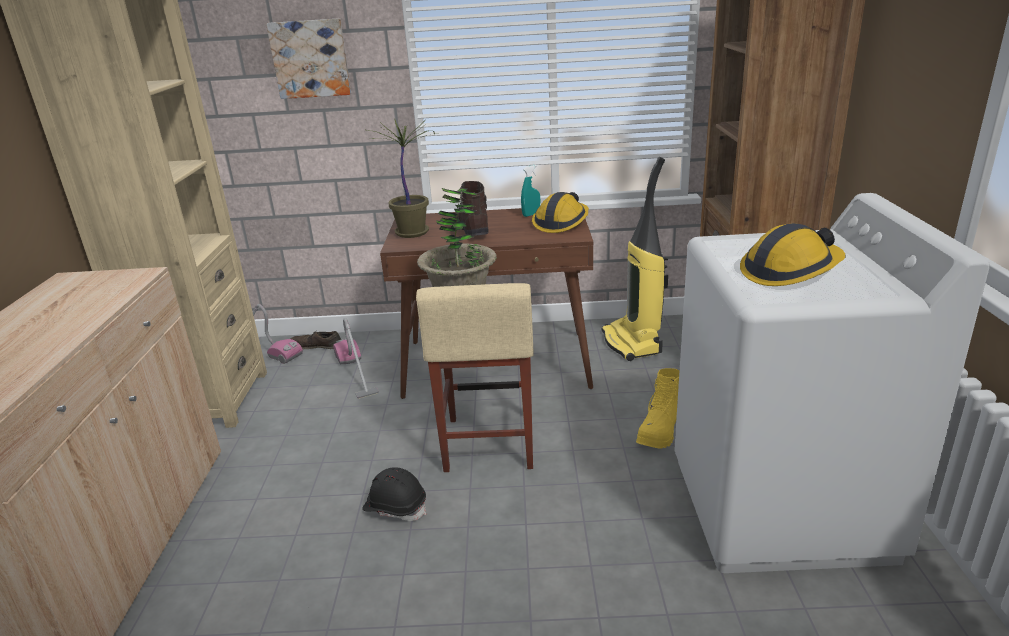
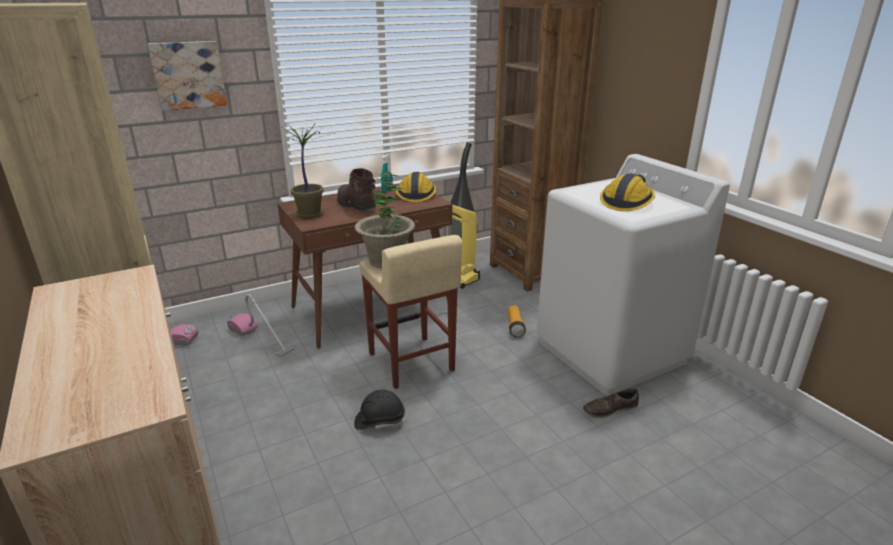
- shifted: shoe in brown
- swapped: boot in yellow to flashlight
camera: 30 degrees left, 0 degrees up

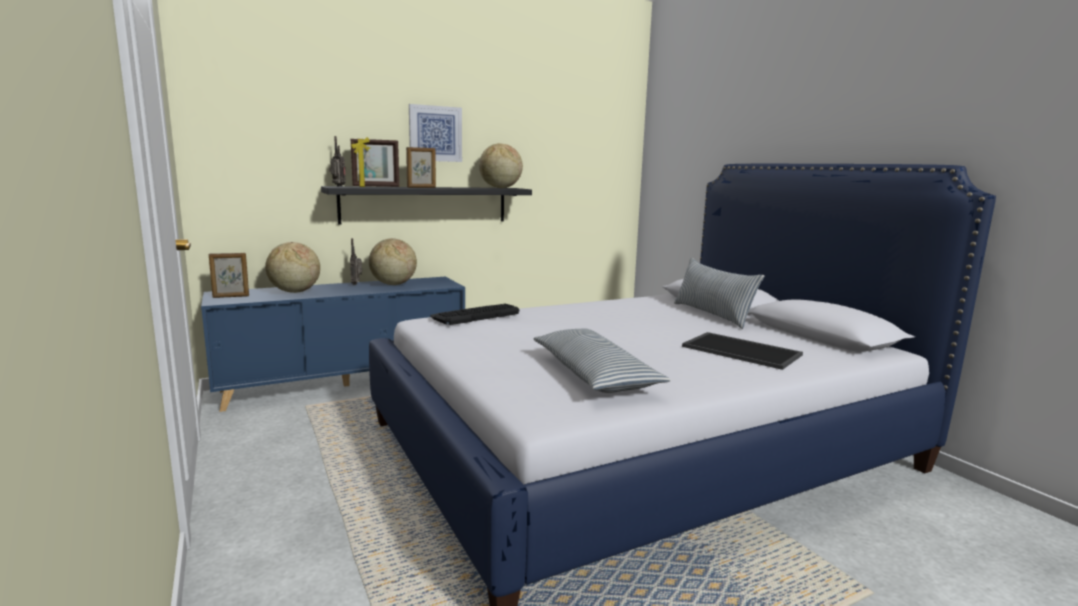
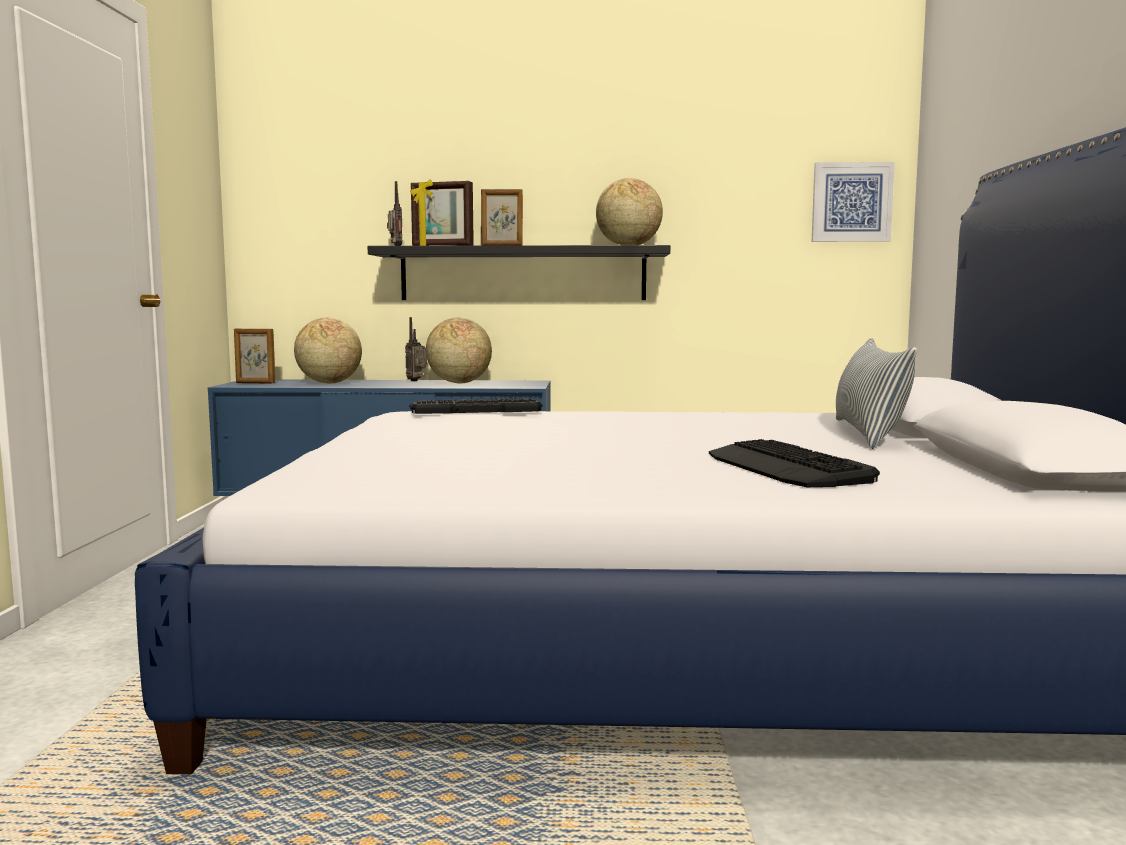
- shifted: picture
- gone: pillow (no. 1 from left)
- swapped: tray to keyboard (no. 2 from left)
camera: 30 degrees right, 5 degrees down

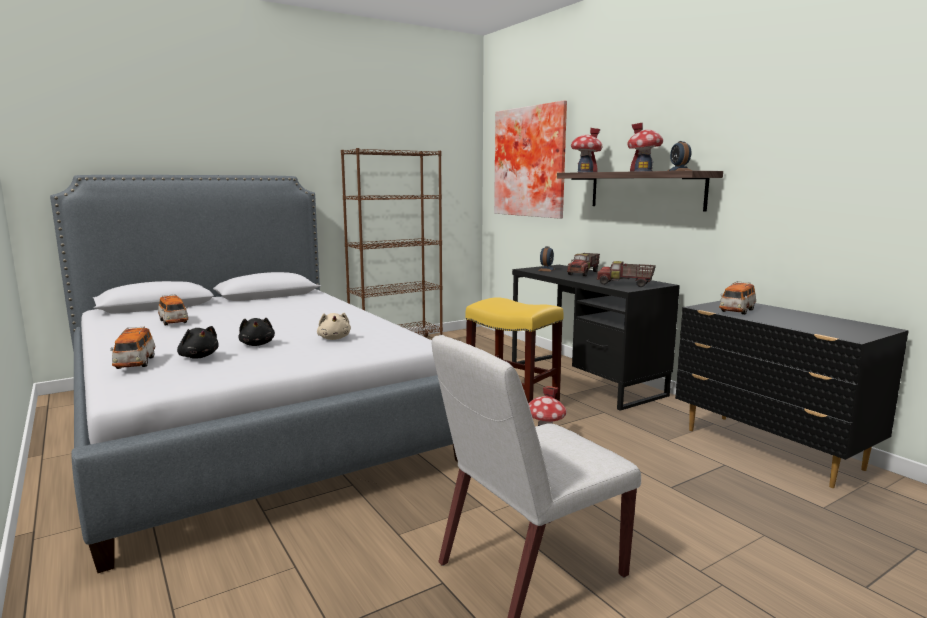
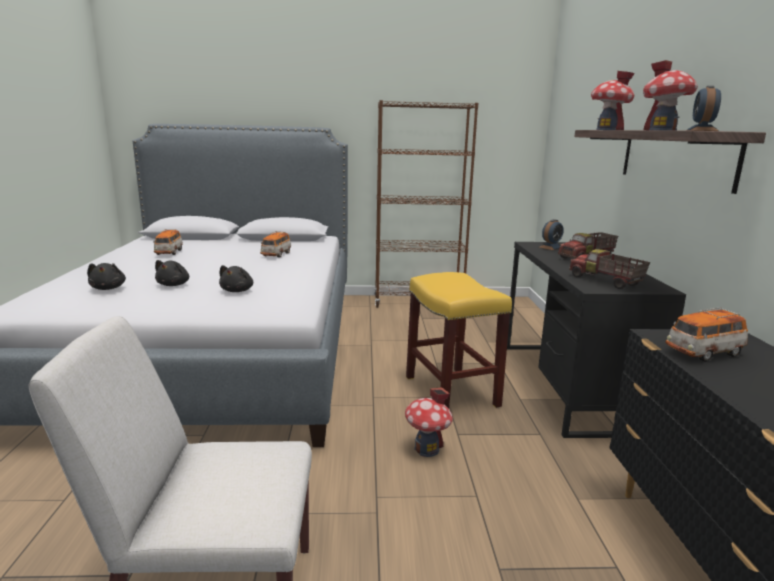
- gone: picture
- repainted: plush toy in beige to plush toy in black (no. 3 from left)
- shifted: toy car (no. 1 from left in the first image) to toy car (no. 2 from left)
camera: 30 degrees right, 5 degrees up

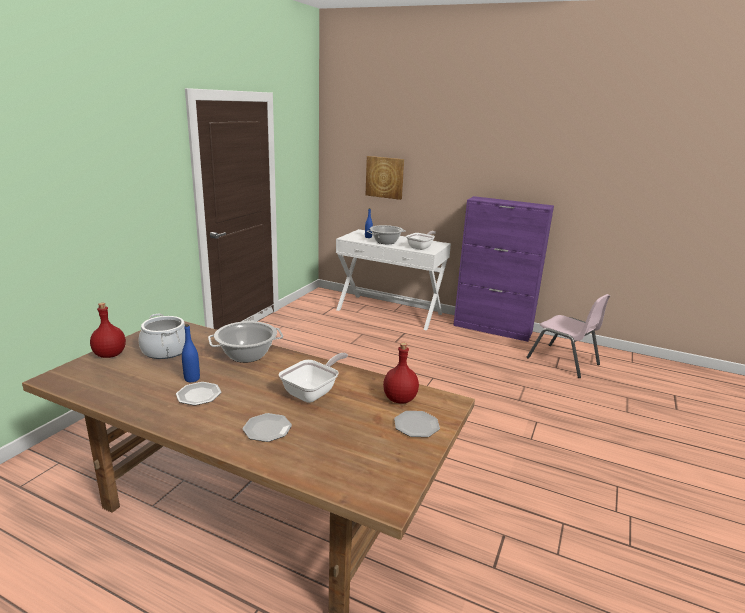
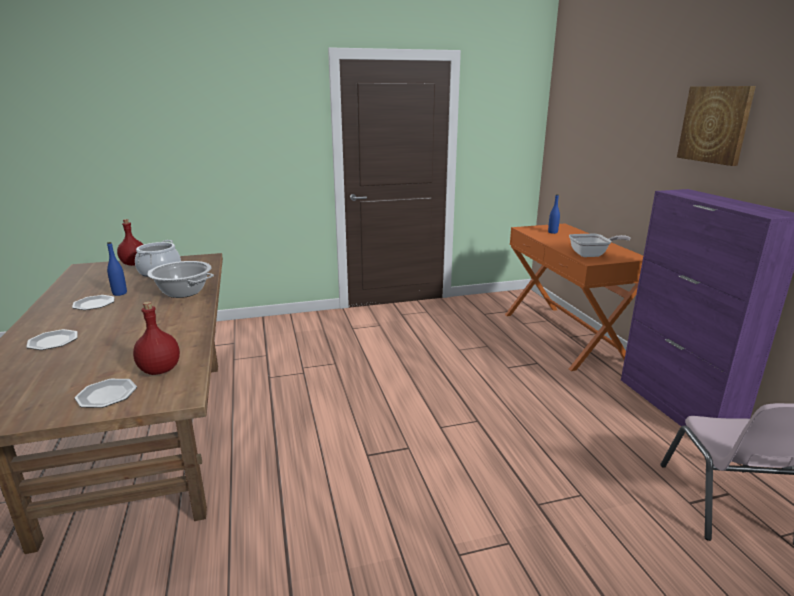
- shifted: picture
- gone: cooking pot (no. 3 from left)
- repainted: console table in white to console table in orange
- gone: frying pan (no. 1 from left)
camera: 50 degrees right, 0 degrees up

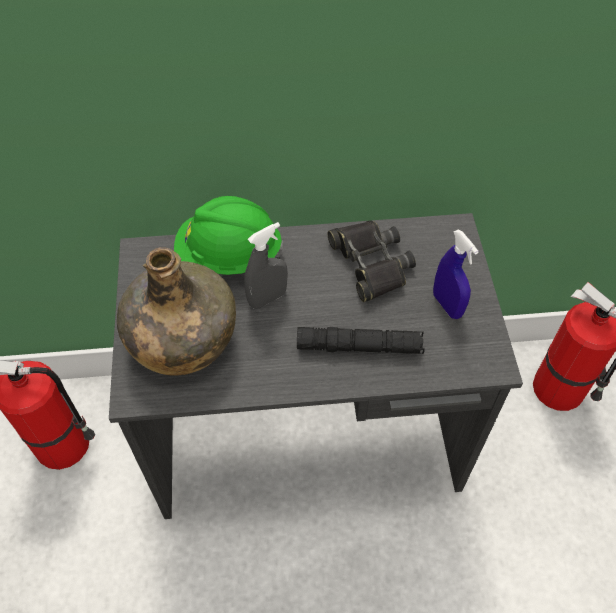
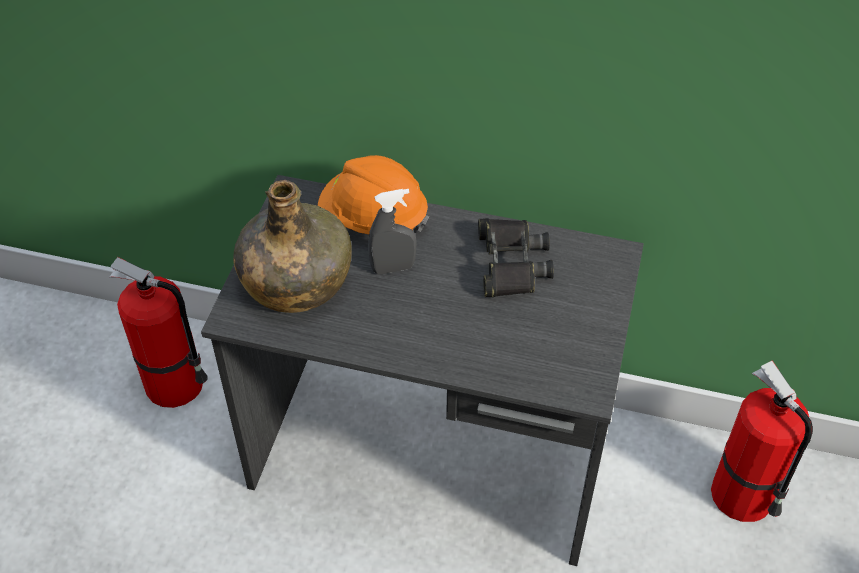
- repainted: hard hat in green to hard hat in orange
- gone: spray bottle in blue
- gone: flashlight in black
camera: 20 degrees right, 5 degrees down

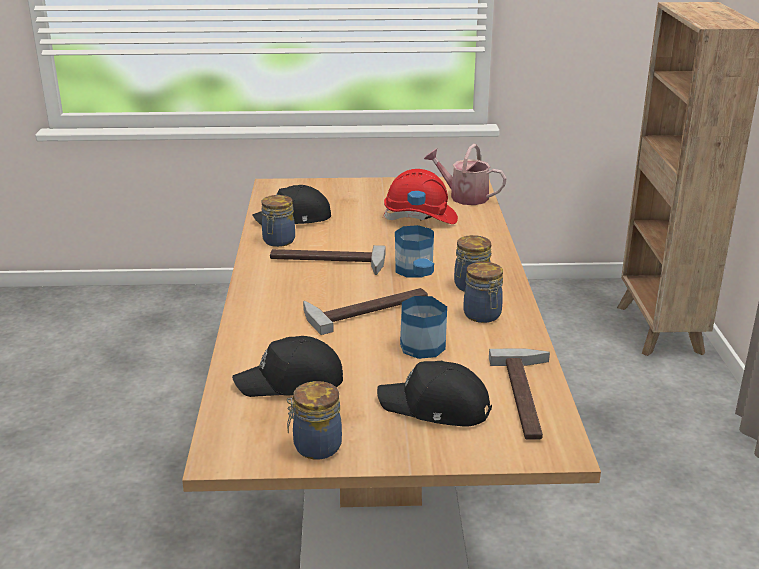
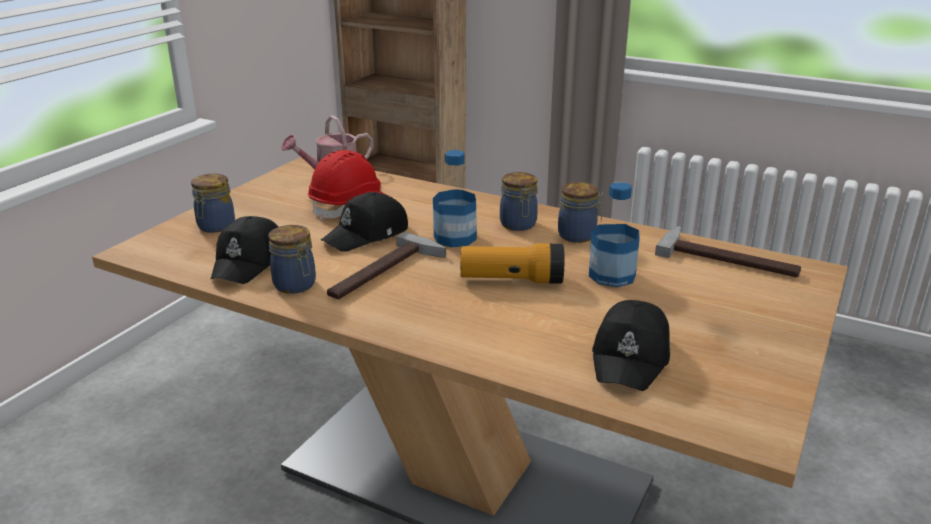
- swapped: hammer (no. 2 from left) to flashlight
- shifted: cap in black (no. 3 from left in the first image) to cap in black (no. 2 from left)
- shifted: jar (no. 2 from left in the first image) to jar (no. 1 from left)
camera: 60 degrees left, 0 degrees up

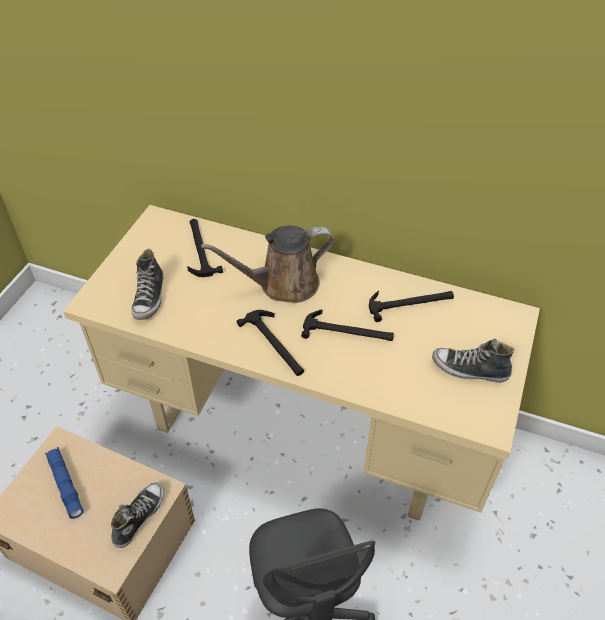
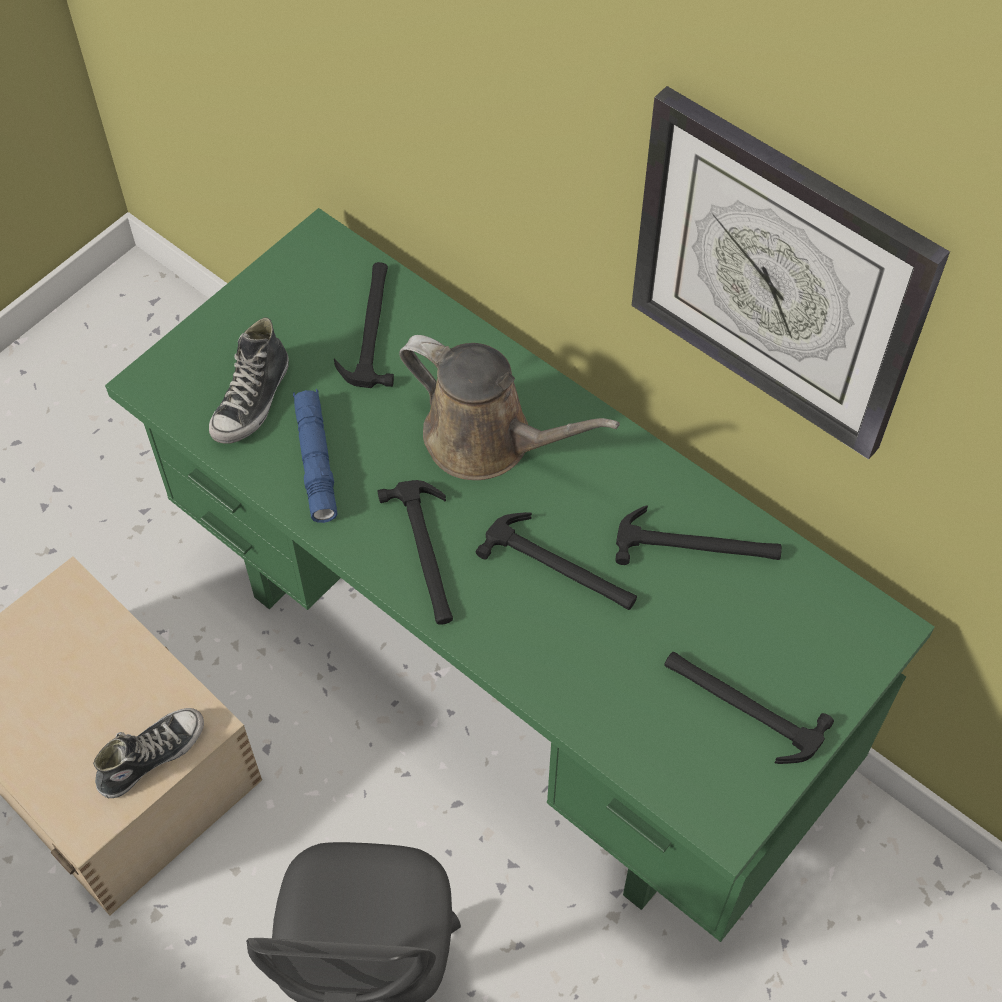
- repainted: desk in beige to desk in green
- rotated: watering can in brown 150 degrees counterclockwise
- swapped: shoe (no. 3 from left) to hammer (no. 5 from left)
- shifted: flashlight in blue
- new: wall clock
camera: 20 degrees right, 10 degrees up

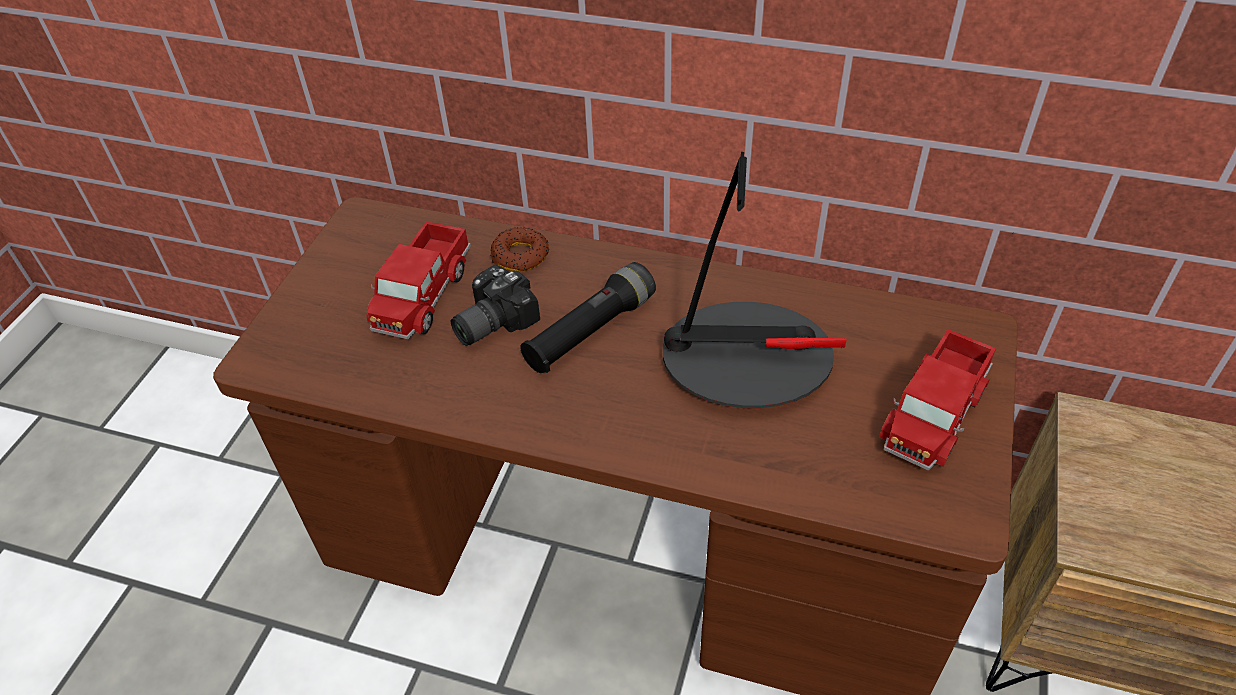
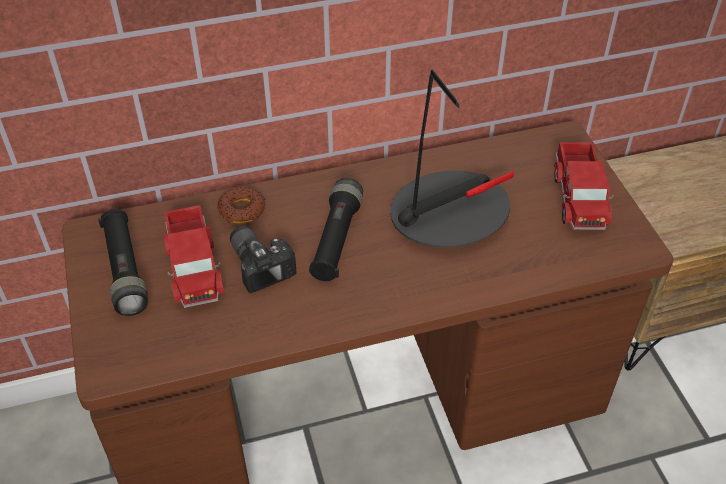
- rotated: photo camera 135 degrees clockwise
- new: flashlight in black (no. 1 from left)
camera: 35 degrees left, 0 degrees up

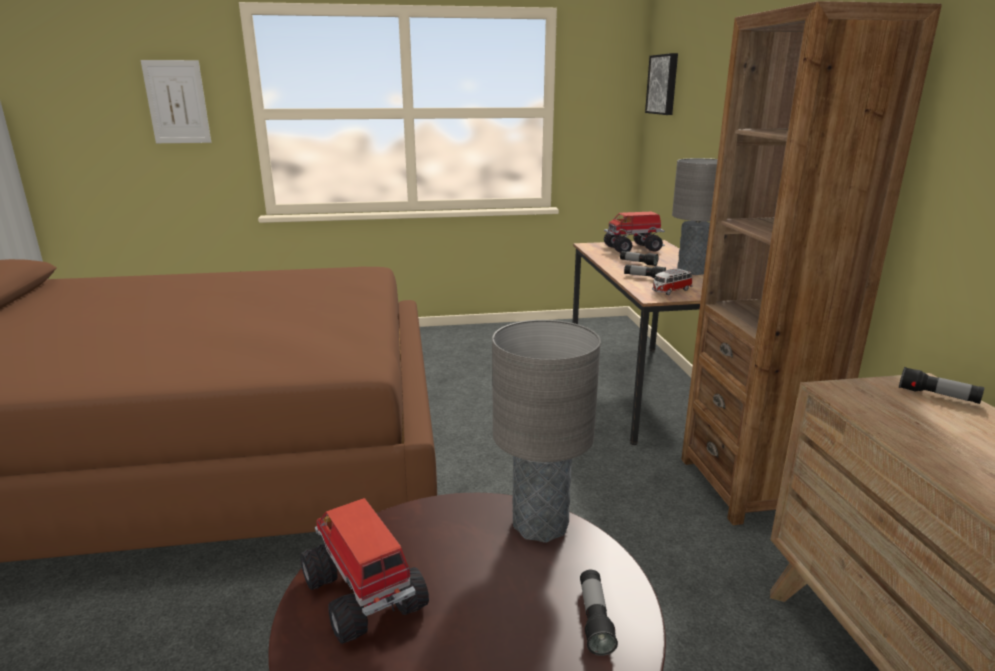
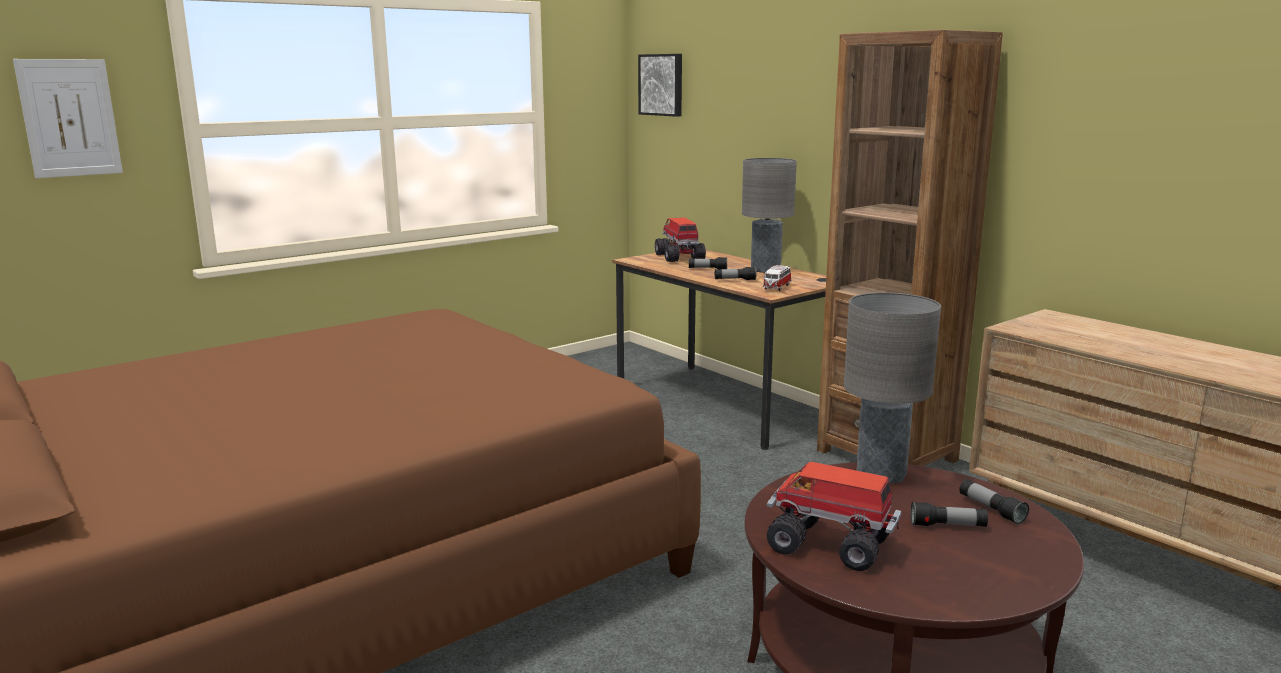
- rotated: toy truck (no. 2 from left in the first image) 120 degrees clockwise
- shifted: flashlight (no. 4 from left in the first image) to flashlight (no. 3 from left)
camera: 30 degrees left, 5 degrees down

